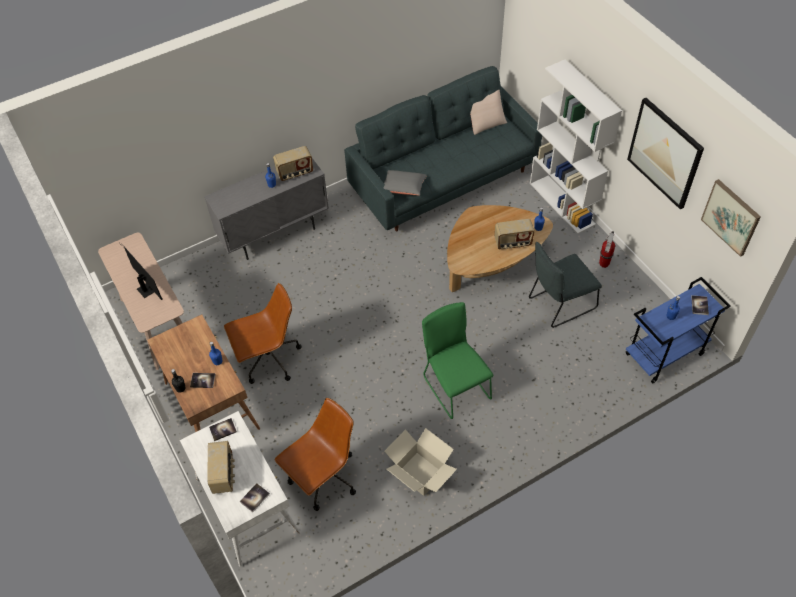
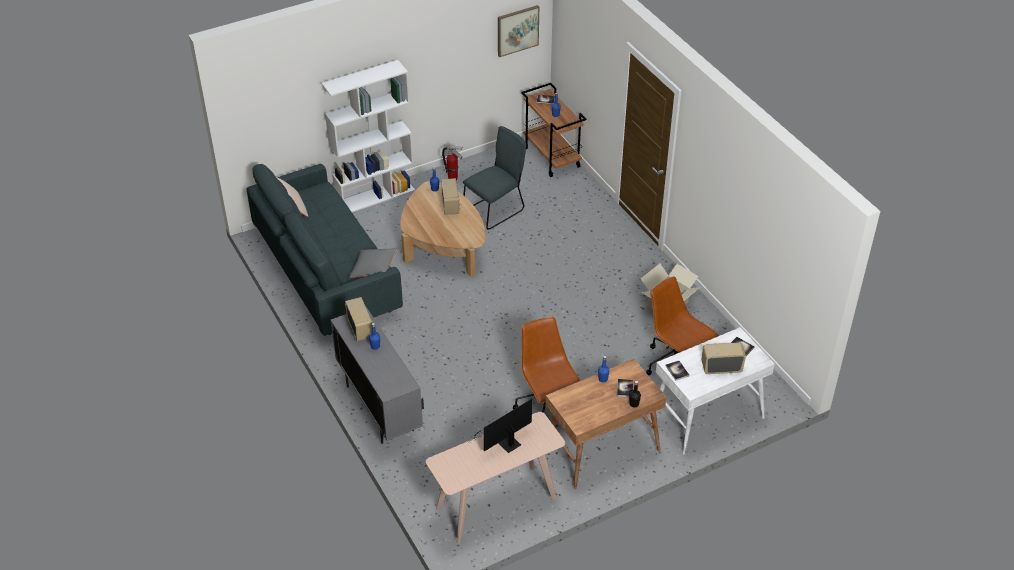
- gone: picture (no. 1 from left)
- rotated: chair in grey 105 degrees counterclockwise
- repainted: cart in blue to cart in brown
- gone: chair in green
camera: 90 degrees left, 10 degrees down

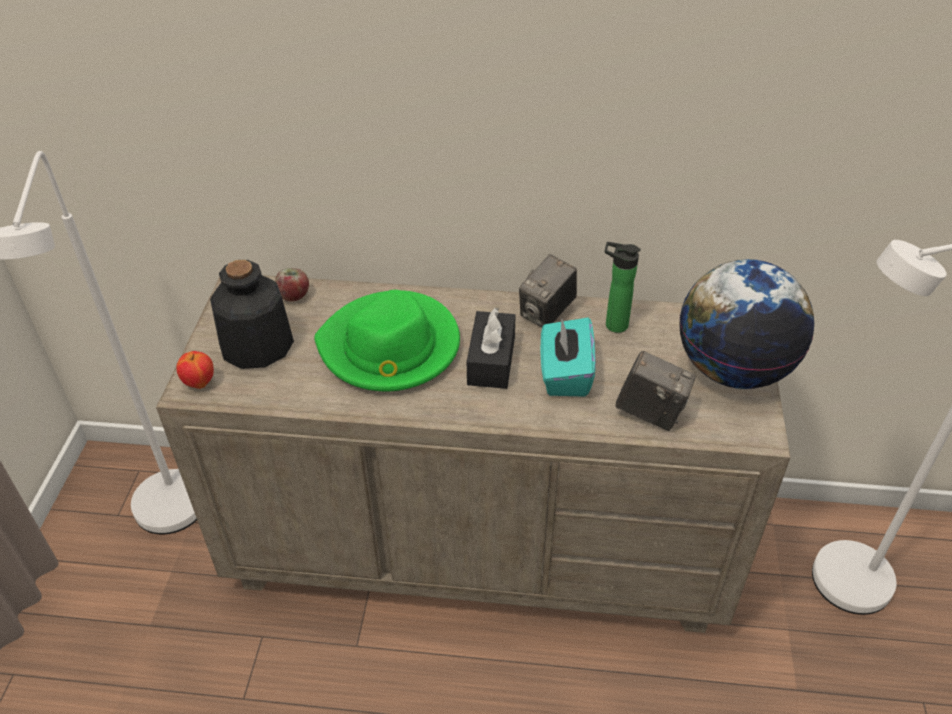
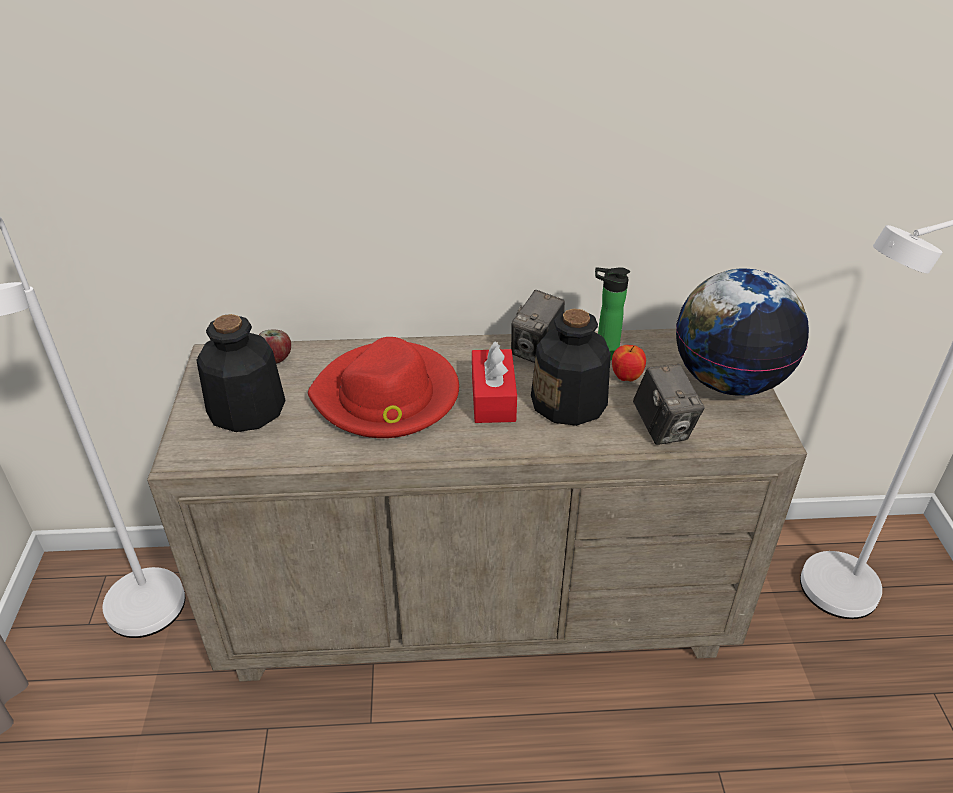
- repainted: hat in green to hat in red
- repainted: tissue box in black to tissue box in red
- swapped: tissue box in turquoise to bottle (no. 2 from left)
- shifted: apple (no. 1 from left in the first image) to apple (no. 2 from left)
- rotated: photo camera (no. 2 from left) 60 degrees clockwise
camera: 10 degrees left, 5 degrees down

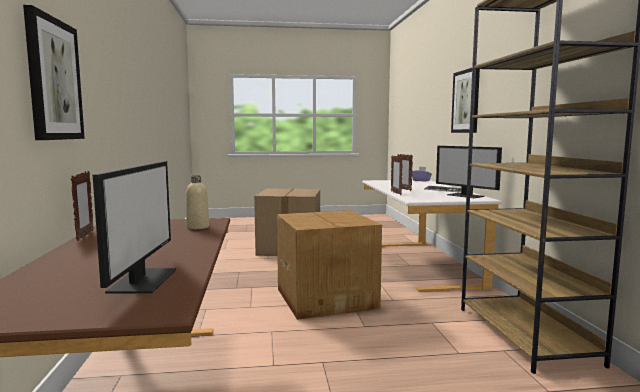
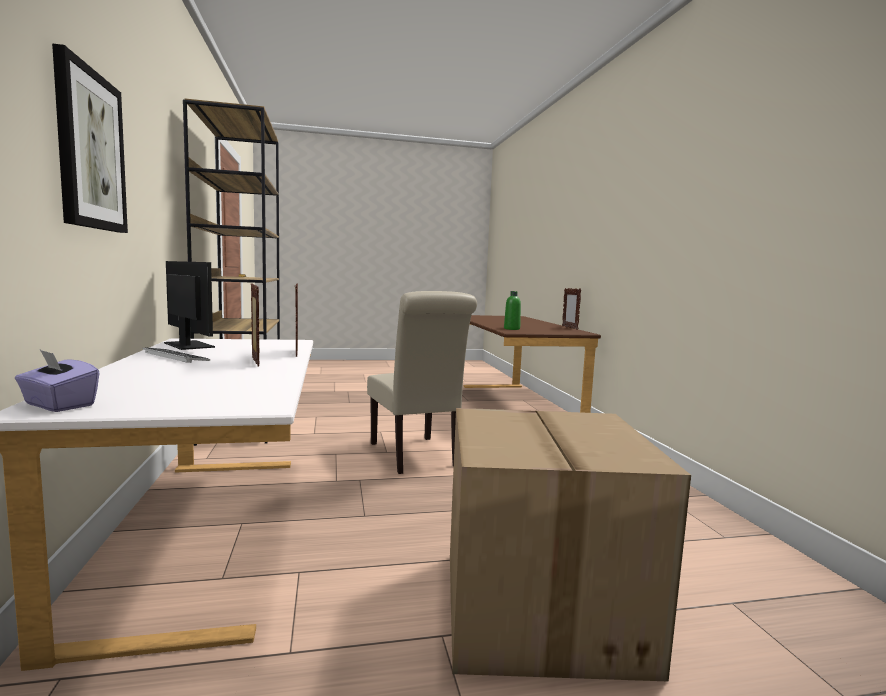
- gone: picture (no. 1 from left)
- gone: monitor (no. 1 from left)
- repainted: bottle in beige to bottle in green
- swapped: cardboard box (no. 2 from left) to chair in beige
camera: 175 degrees right, 0 degrees up

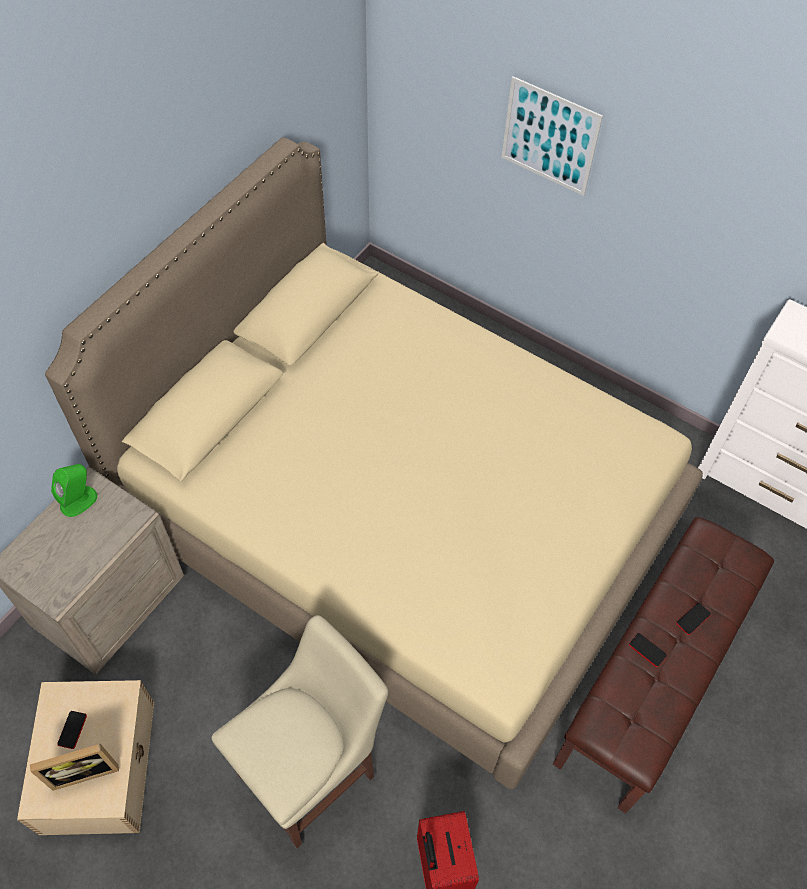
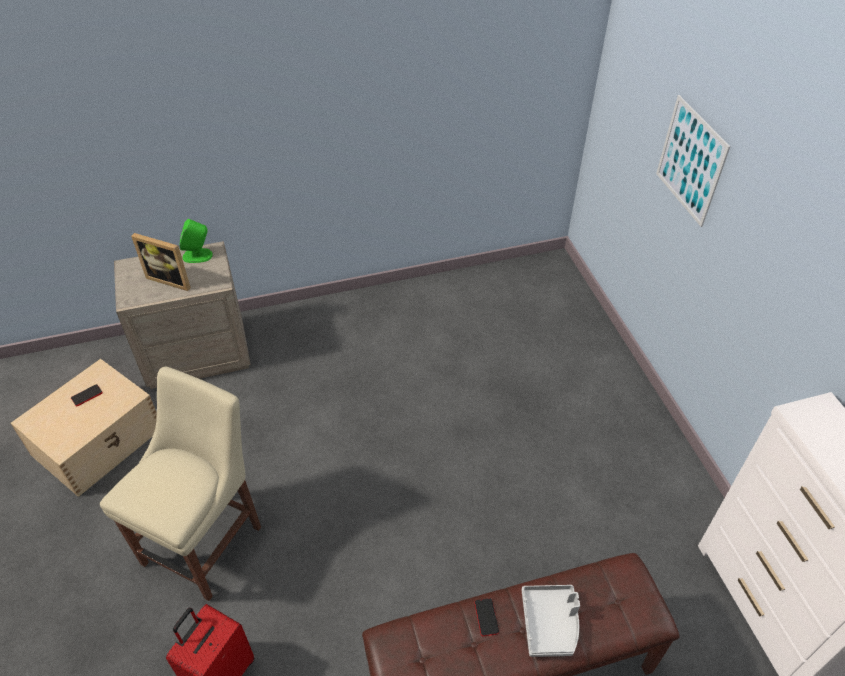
- gone: bed in beige
- swapped: phone (no. 3 from left) to tray in grey
- rotated: chair in beige 60 degrees counterclockwise
- shifted: picture frame
camera: 40 degrees right, 10 degrees down

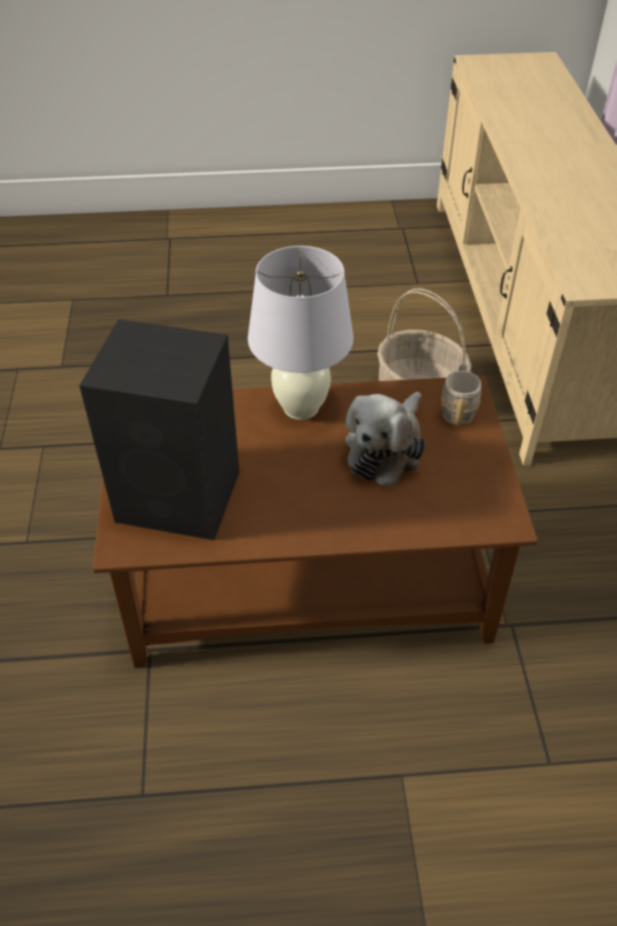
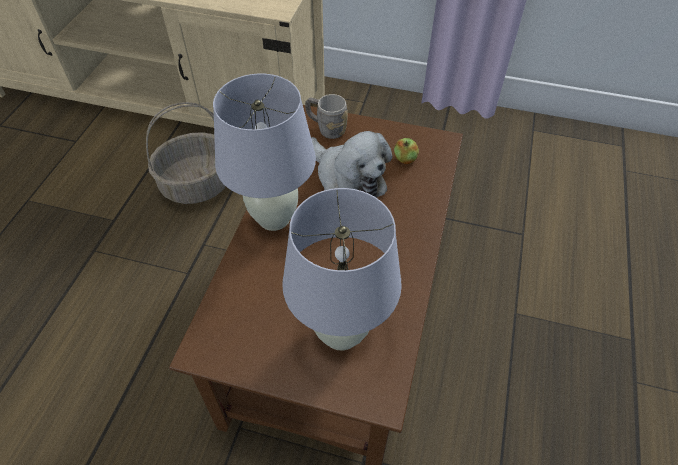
- swapped: speaker in black to table lamp in white (no. 2 from left)
- new: apple
camera: 70 degrees left, 5 degrees up

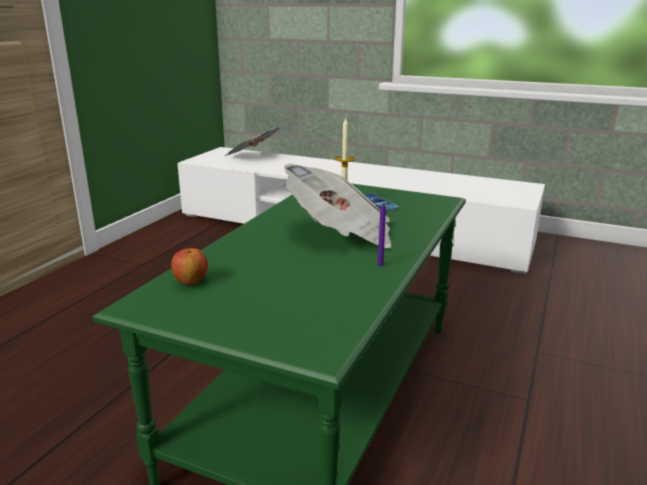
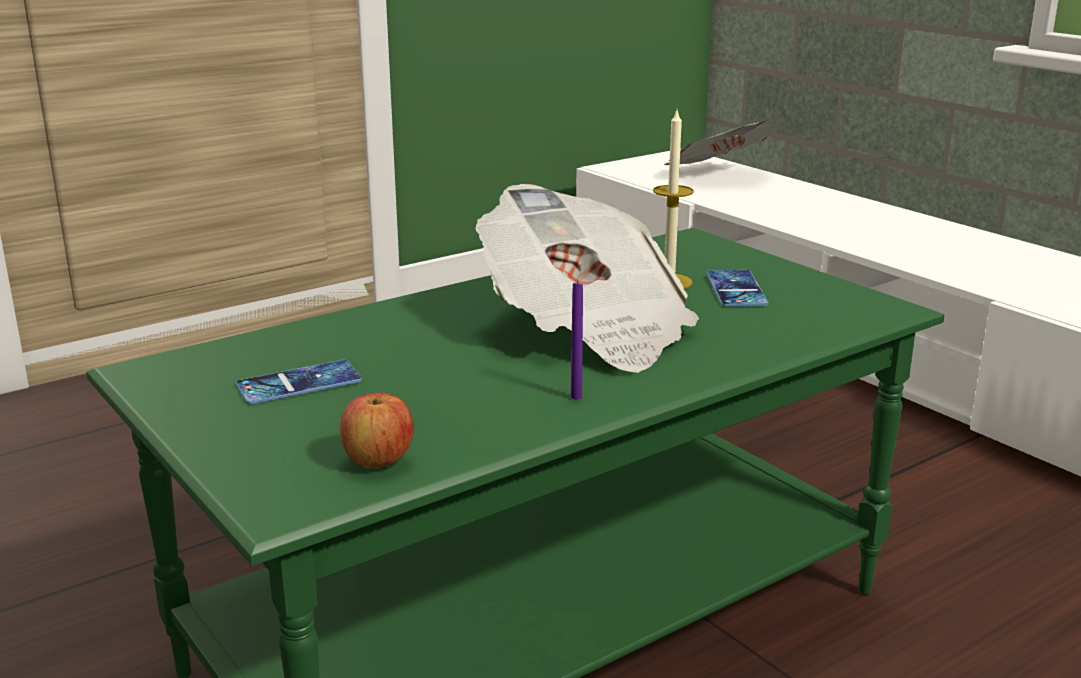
- shifted: apple
- new: phone (no. 1 from left)
camera: 30 degrees right, 0 degrees up

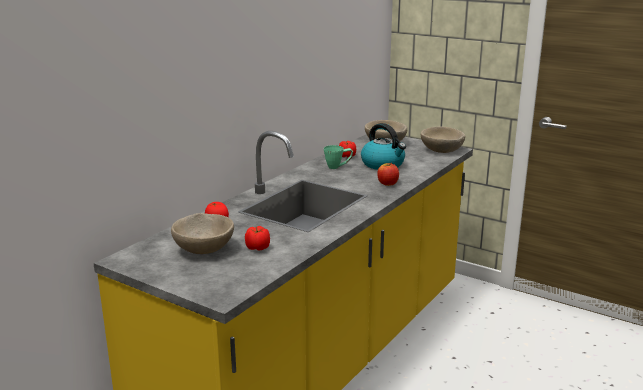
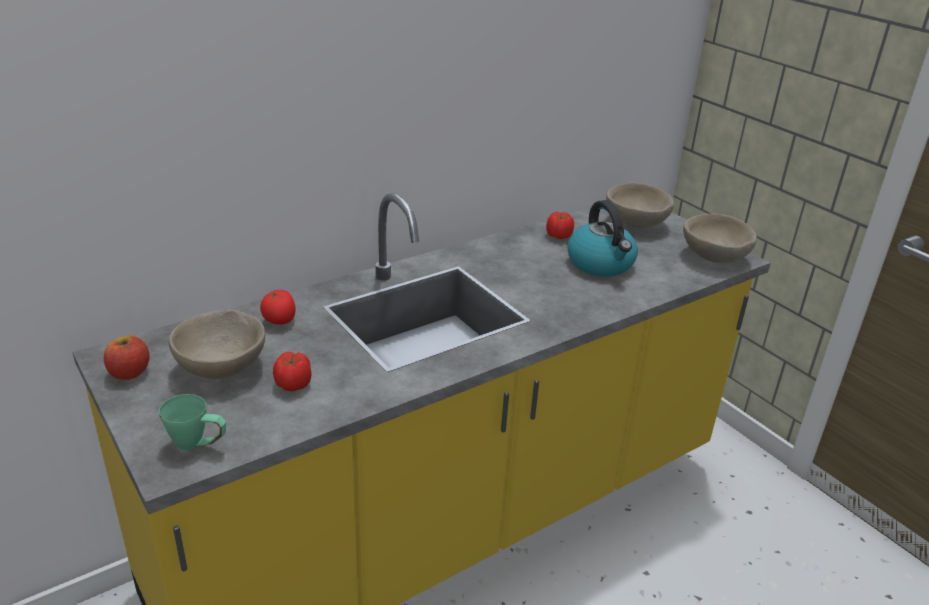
- shifted: mug in green
- shifted: apple
camera: 20 degrees right, 10 degrees up

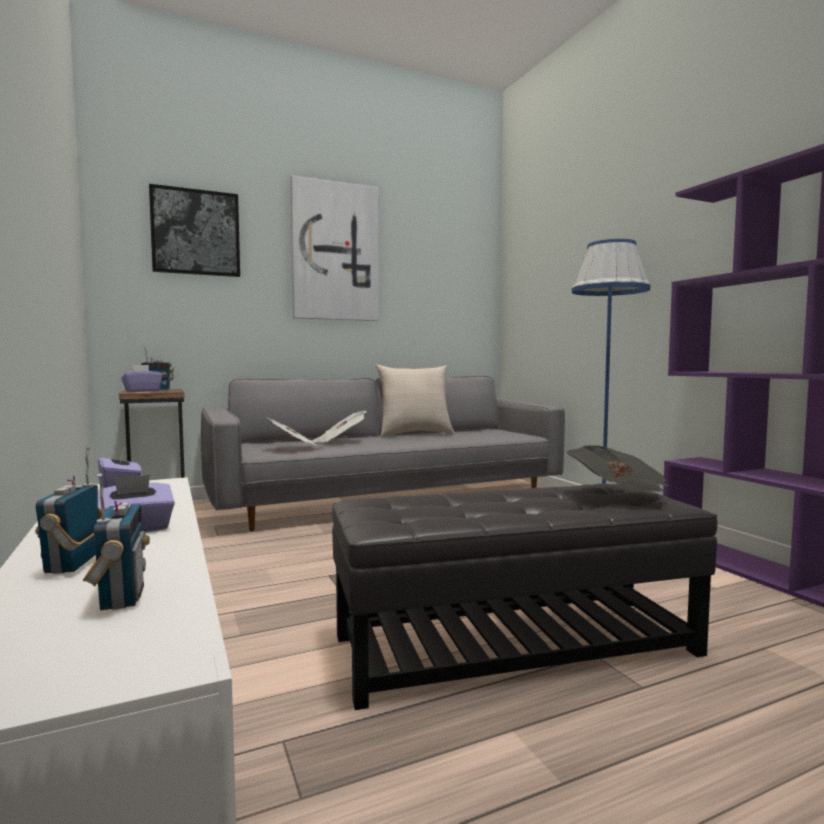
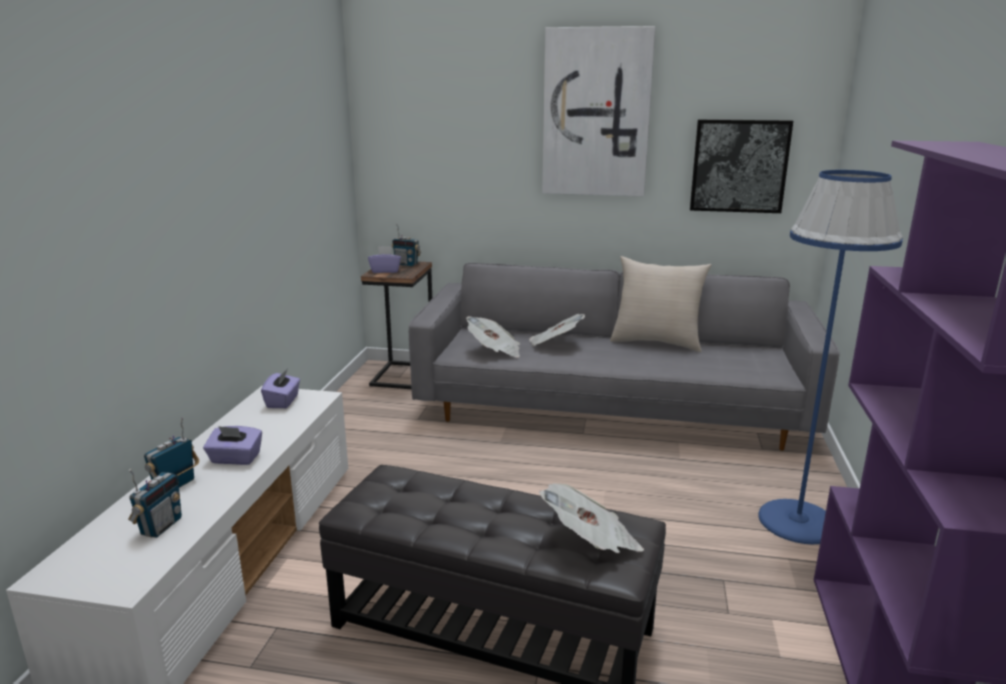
- shifted: picture (no. 1 from left in the first image) to picture (no. 2 from left)
camera: 35 degrees right, 15 degrees up

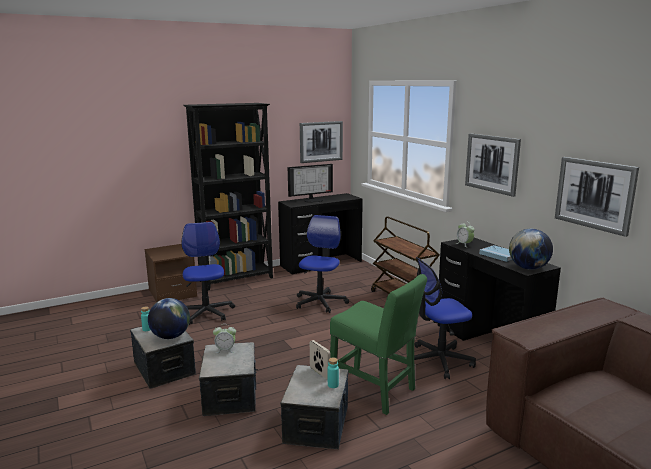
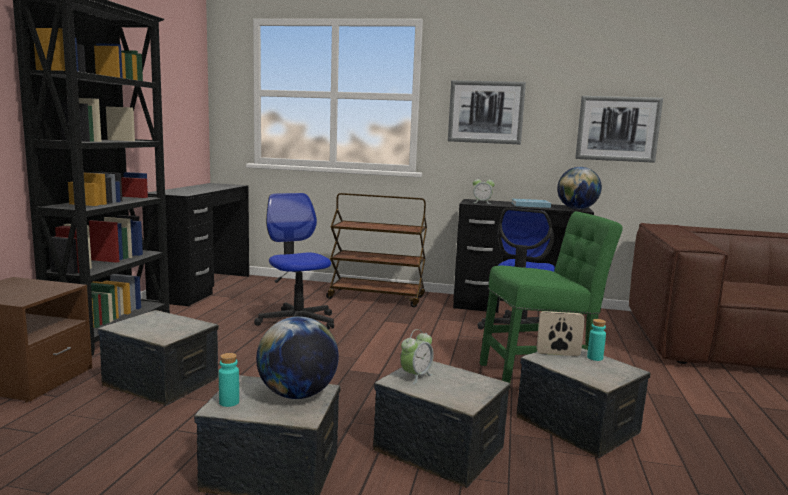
- gone: picture (no. 1 from left)
- gone: monitor
- swapped: office chair (no. 1 from left) to storage box (no. 1 from left)
camera: 50 degrees left, 5 degrees down

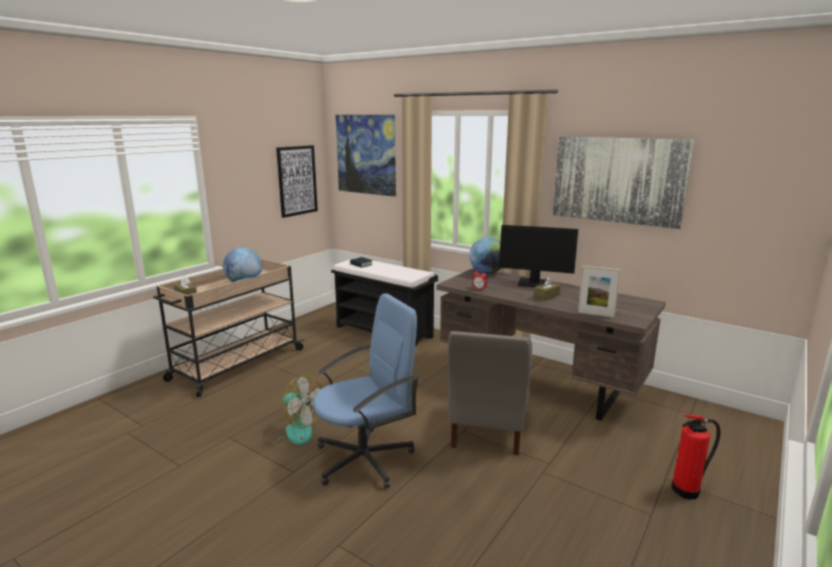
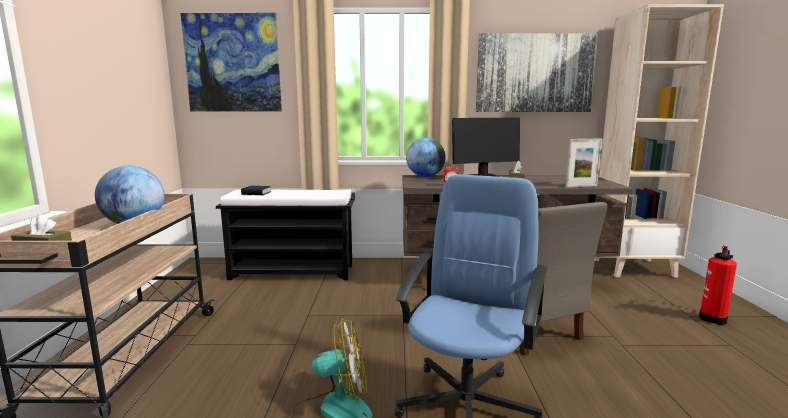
- gone: picture (no. 1 from left)
- new: bookcase in beige
camera: 35 degrees left, 5 degrees down

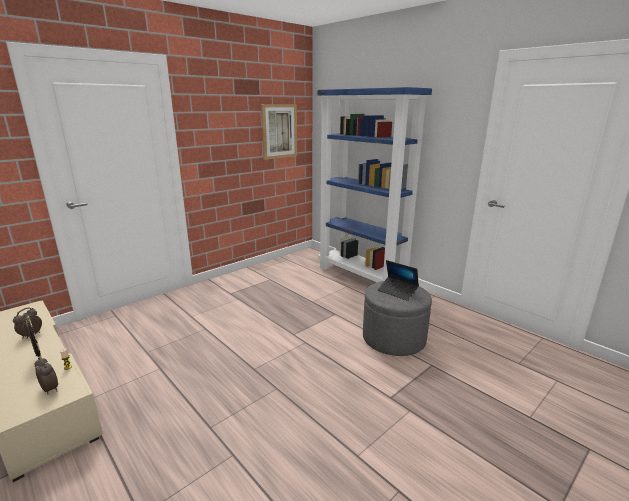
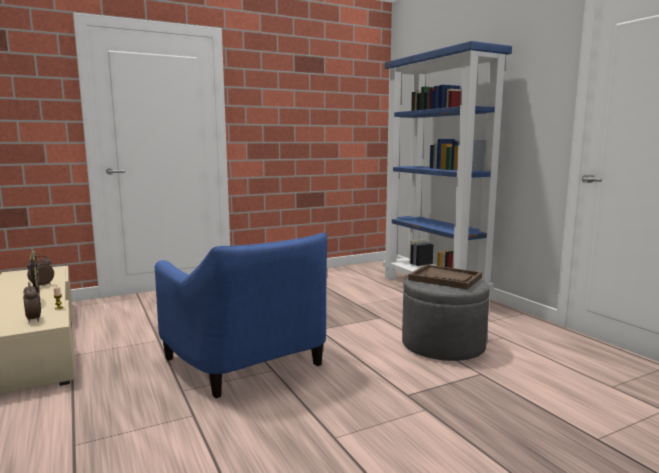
- gone: picture
- swapped: laptop to tray in brown
- new: armchair in blue
camera: 15 degrees right, 10 degrees down

